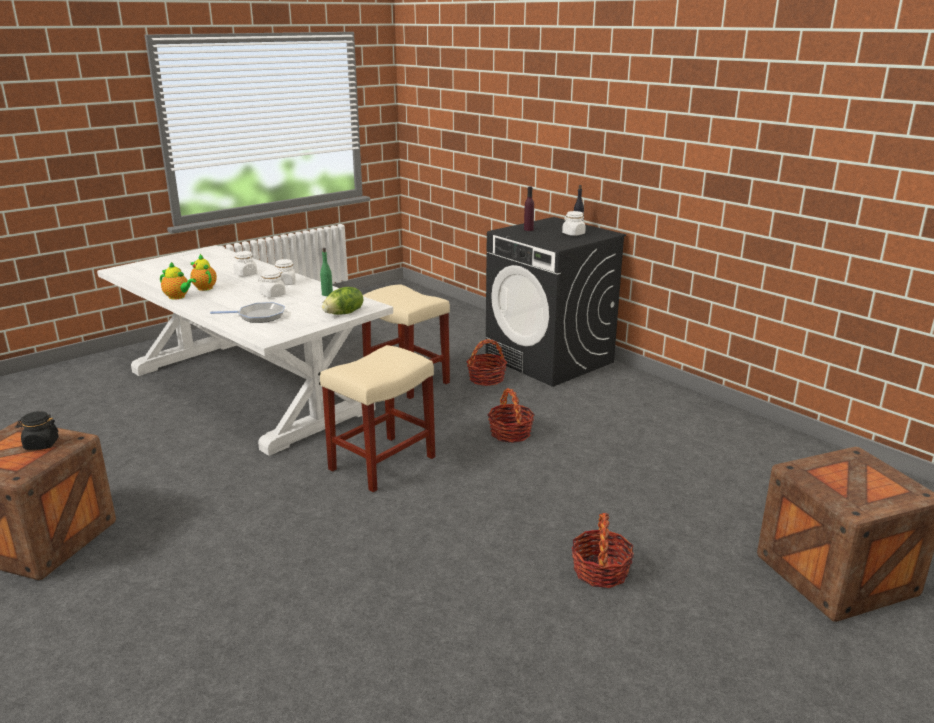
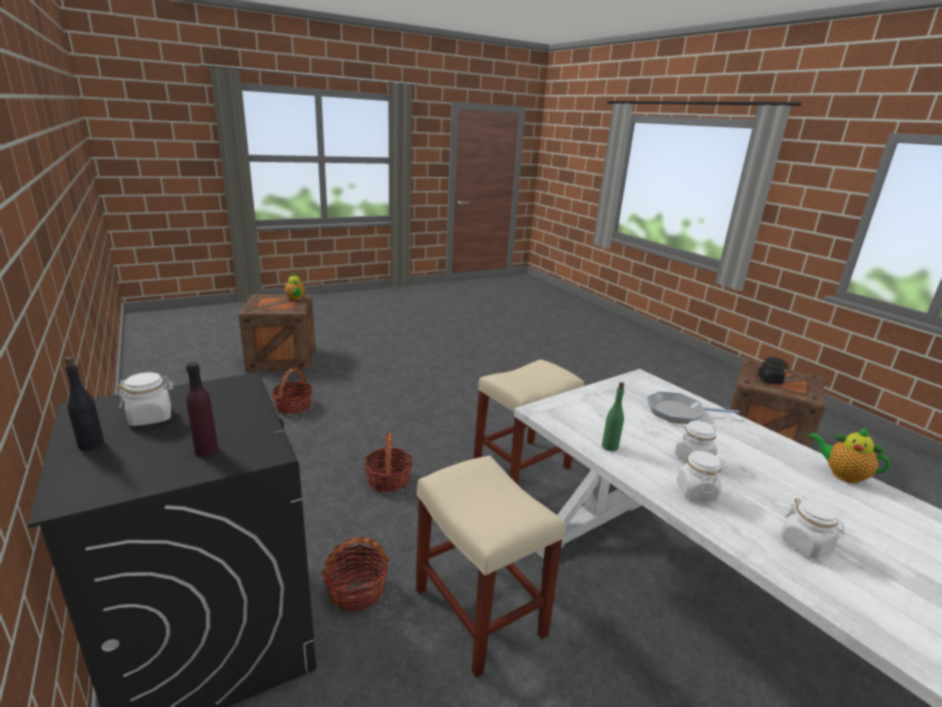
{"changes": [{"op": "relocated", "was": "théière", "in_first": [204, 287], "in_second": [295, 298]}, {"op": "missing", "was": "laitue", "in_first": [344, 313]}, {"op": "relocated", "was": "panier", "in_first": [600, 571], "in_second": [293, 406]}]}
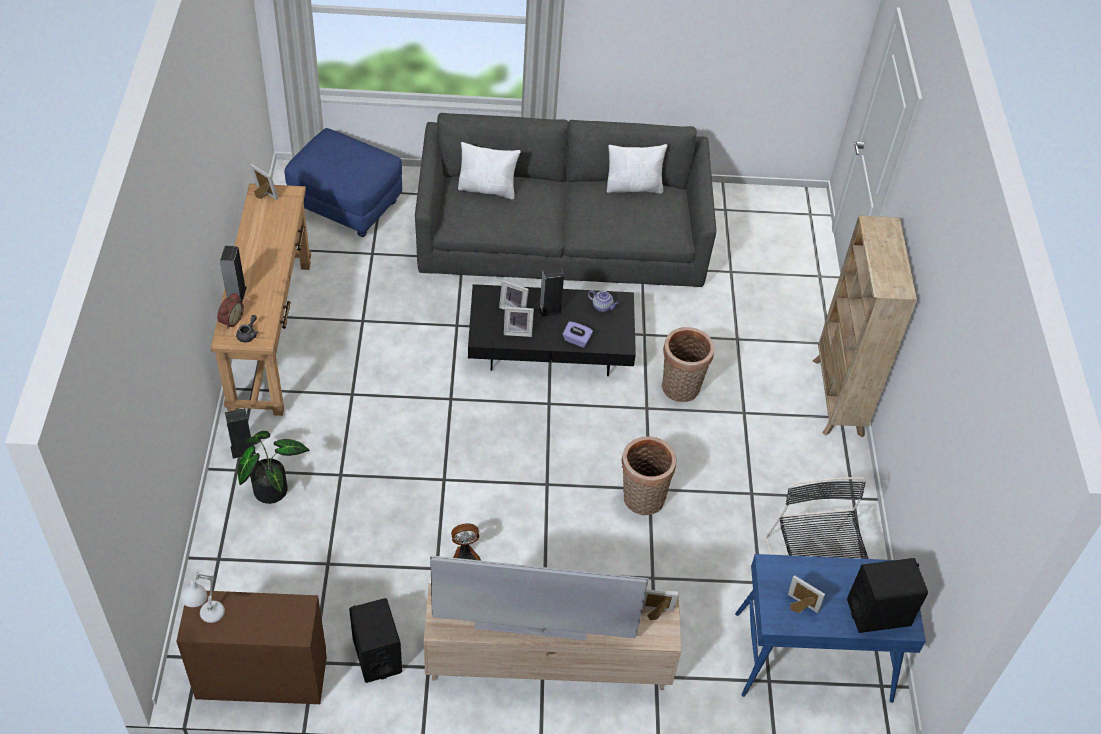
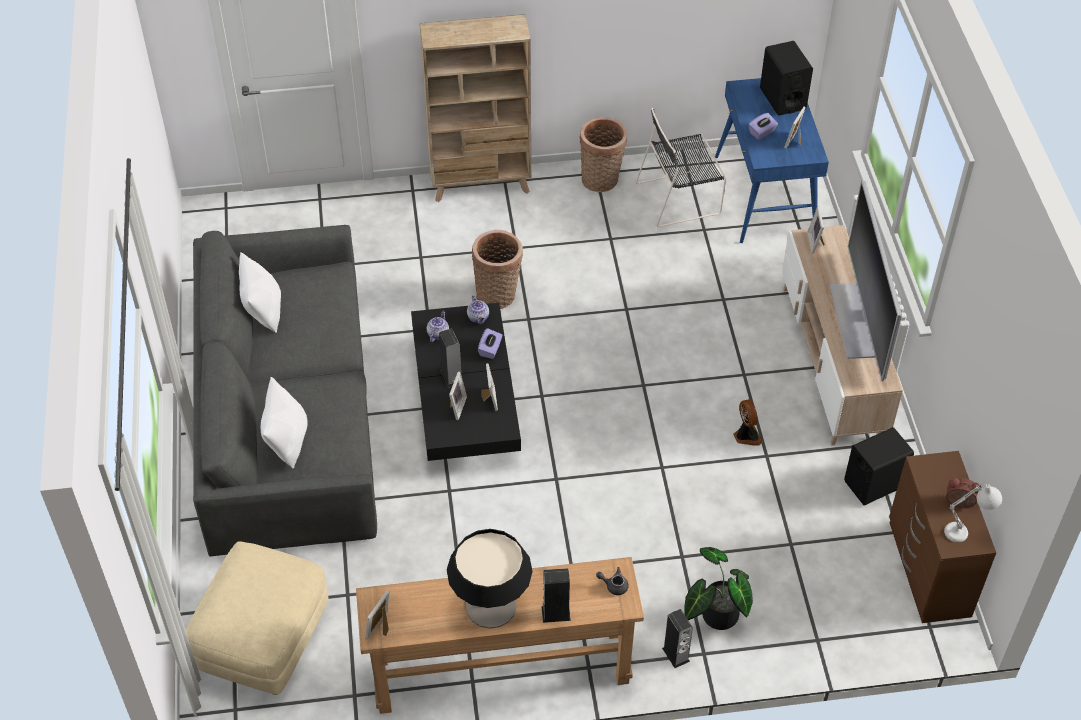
{"changes": [{"op": "colour", "was": "pouf/bleu", "now": "pouf/beige", "in_first": [347, 205], "in_second": [263, 640]}, {"op": "relocated", "was": "réveil", "in_first": [230, 320], "in_second": [959, 503]}, {"op": "relocated", "was": "panier", "in_first": [641, 500], "in_second": [602, 181]}, {"op": "appeared", "now": "boîte à mouchoirs/violet", "in_second": [762, 132]}, {"op": "appeared", "now": "théière", "in_second": [478, 317]}, {"op": "appeared", "now": "lampe de table", "in_second": [490, 606]}]}
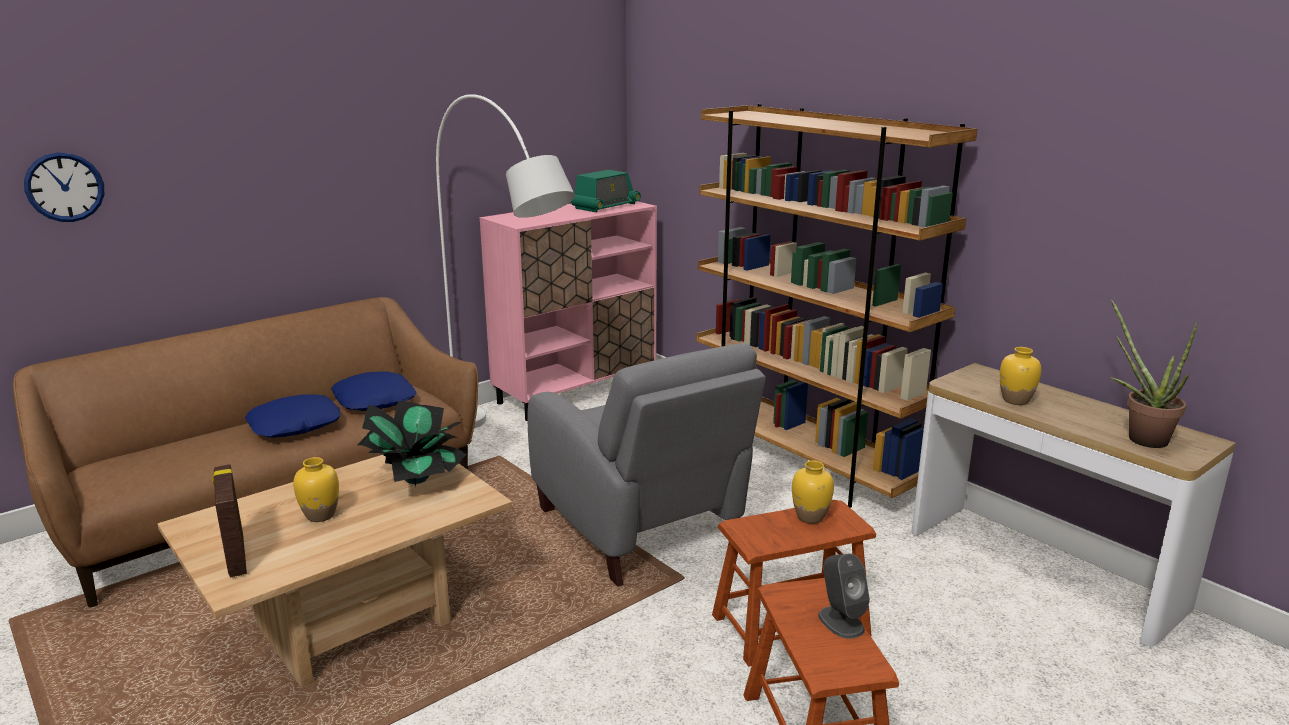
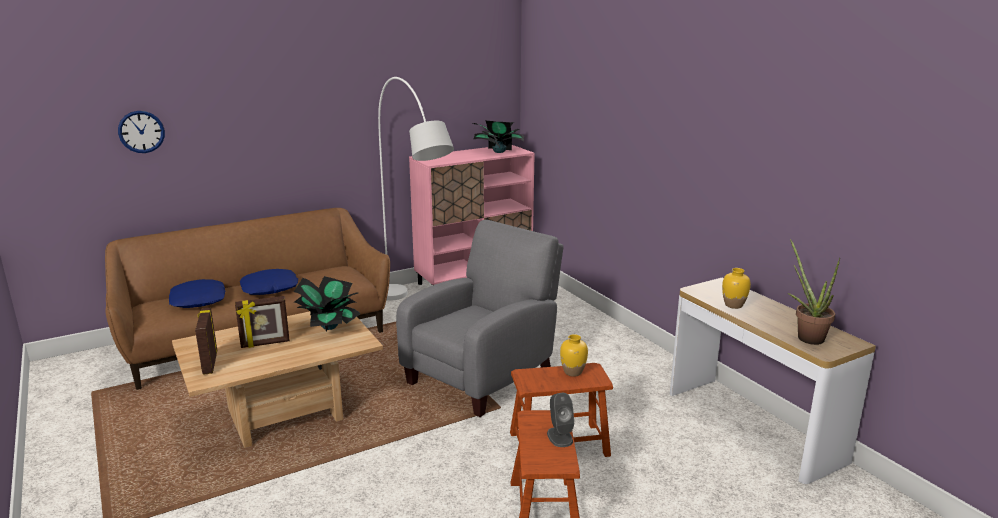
{"changes": [{"op": "missing", "was": "bibliothèque/marron", "in_first": [804, 463]}, {"op": "exchanged", "was": "radio", "now": "plante en pot", "in_first": [605, 206], "in_second": [498, 151]}, {"op": "spun", "was": "fauteuil/gris", "in_first": [641, 530], "in_second": [484, 375], "clockwise": -120}, {"op": "relocated", "was": "coussin/bleu", "in_first": [375, 400], "in_second": [199, 300]}, {"op": "exchanged", "was": "vase/jaune", "now": "cadre photo", "in_first": [320, 515], "in_second": [265, 344]}]}
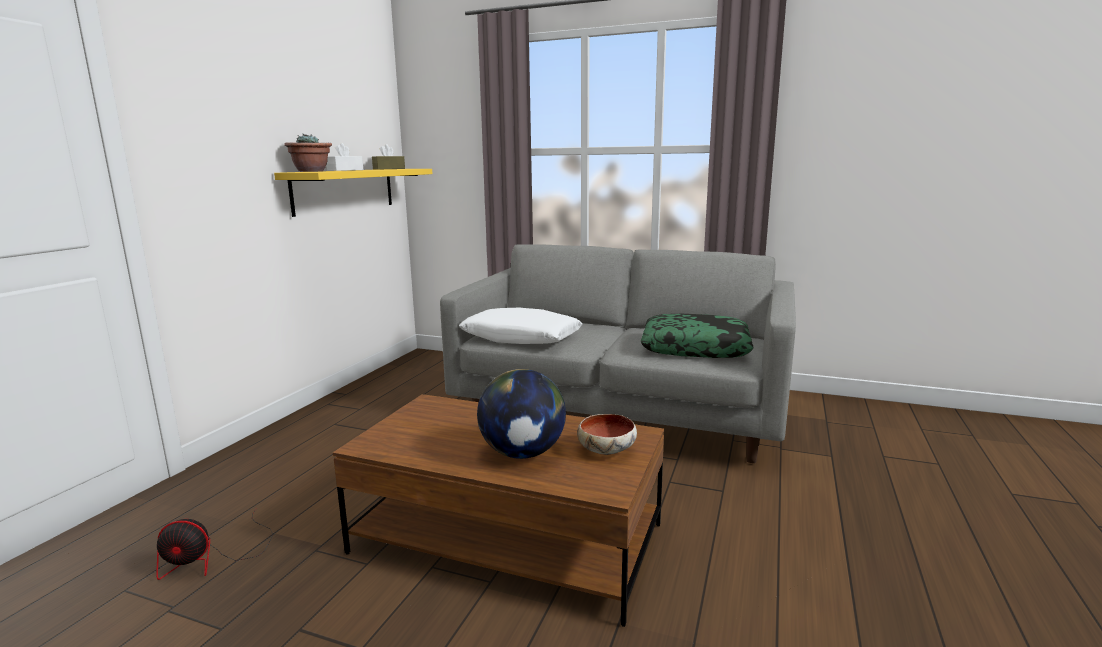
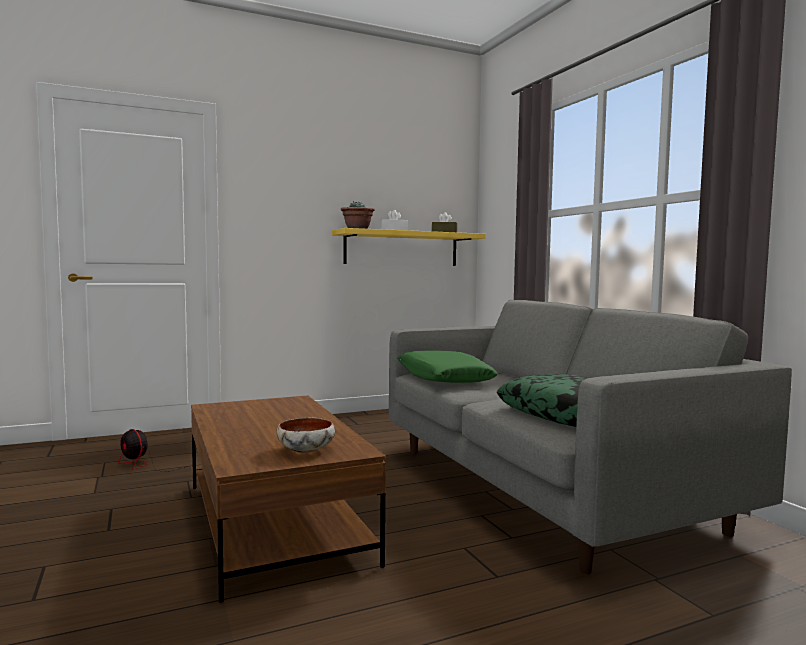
{"changes": [{"op": "colour", "was": "coussin/blanc", "now": "coussin/vert", "in_first": [521, 338], "in_second": [443, 379]}, {"op": "missing", "was": "globe", "in_first": [522, 453]}]}
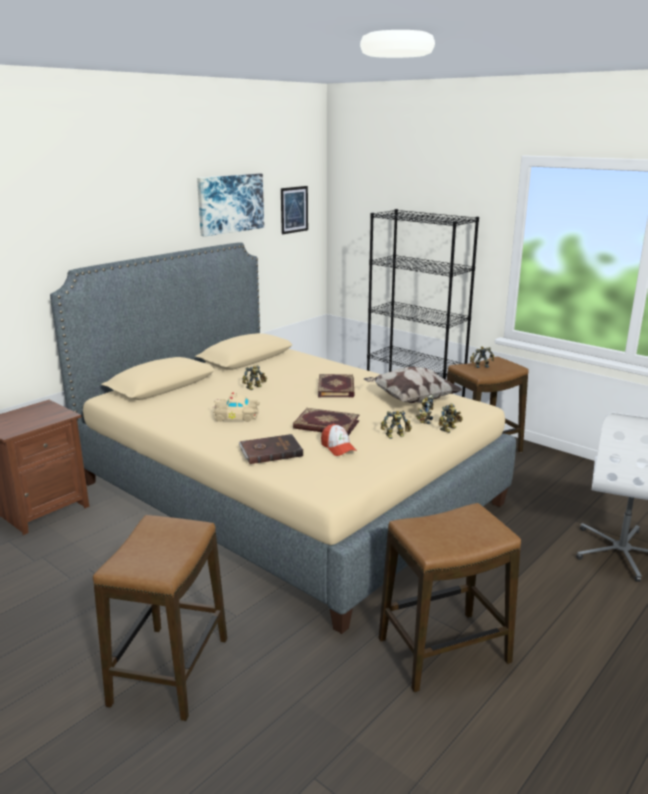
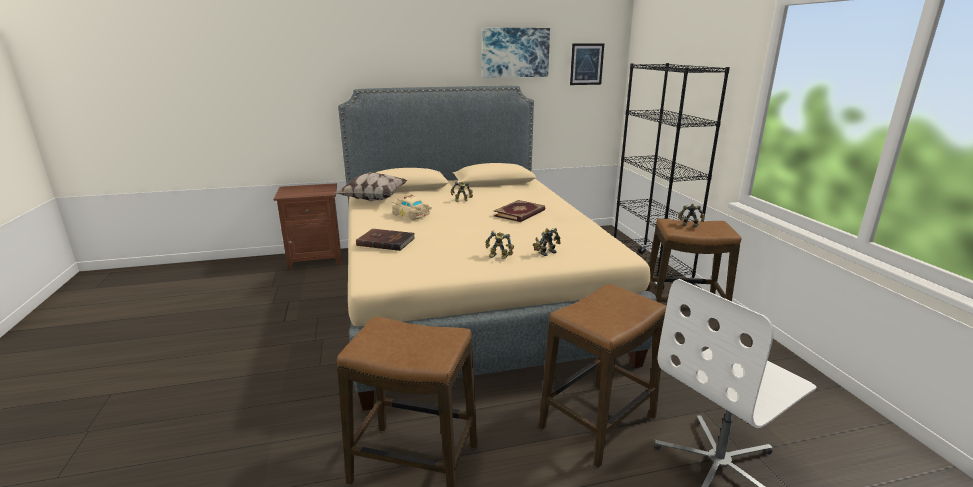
{"changes": [{"op": "relocated", "was": "coussin", "in_first": [410, 399], "in_second": [373, 199]}, {"op": "missing", "was": "robot jouet", "in_first": [449, 429]}, {"op": "missing", "was": "livre", "in_first": [326, 425]}, {"op": "missing", "was": "casquette", "in_first": [338, 448]}, {"op": "relocated", "was": "tabouret", "in_first": [170, 671], "in_second": [598, 422]}]}
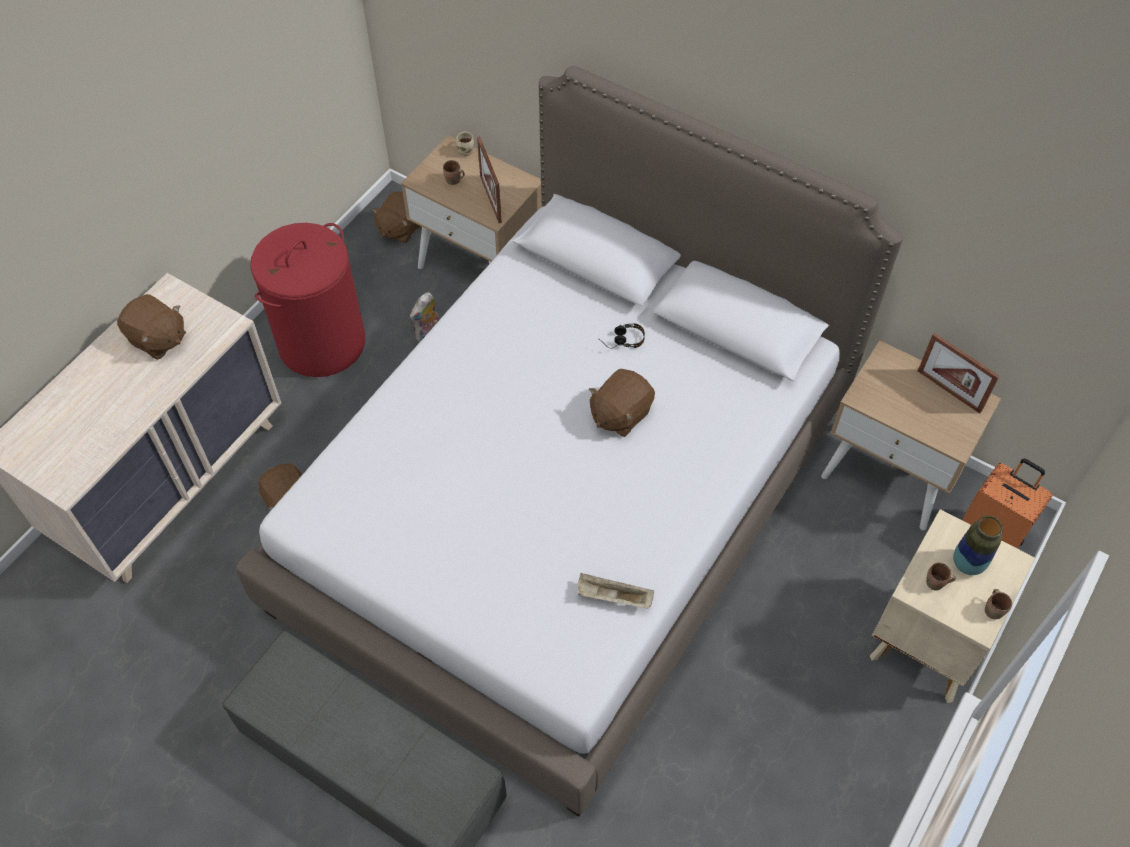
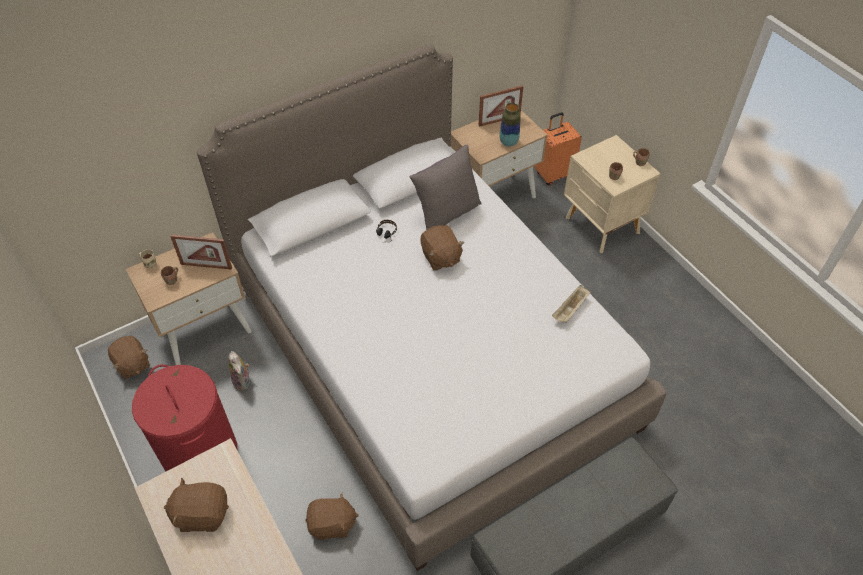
{"changes": [{"op": "spun", "was": "peluche/marron", "in_first": [158, 339], "in_second": [202, 514], "clockwise": -150}, {"op": "relocated", "was": "vase", "in_first": [967, 564], "in_second": [508, 142]}, {"op": "appeared", "now": "coussin/gris", "in_second": [446, 215]}]}
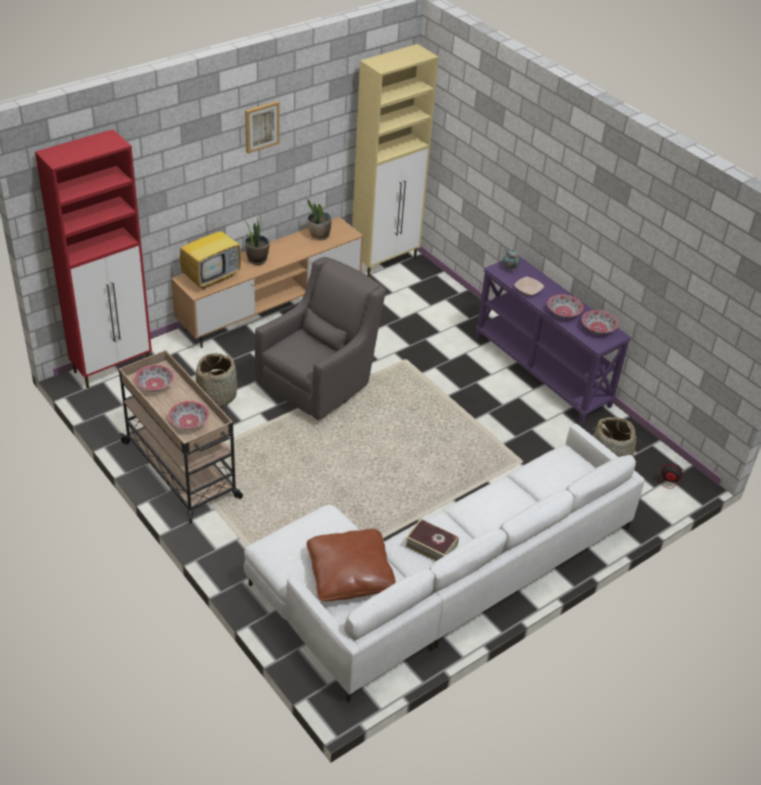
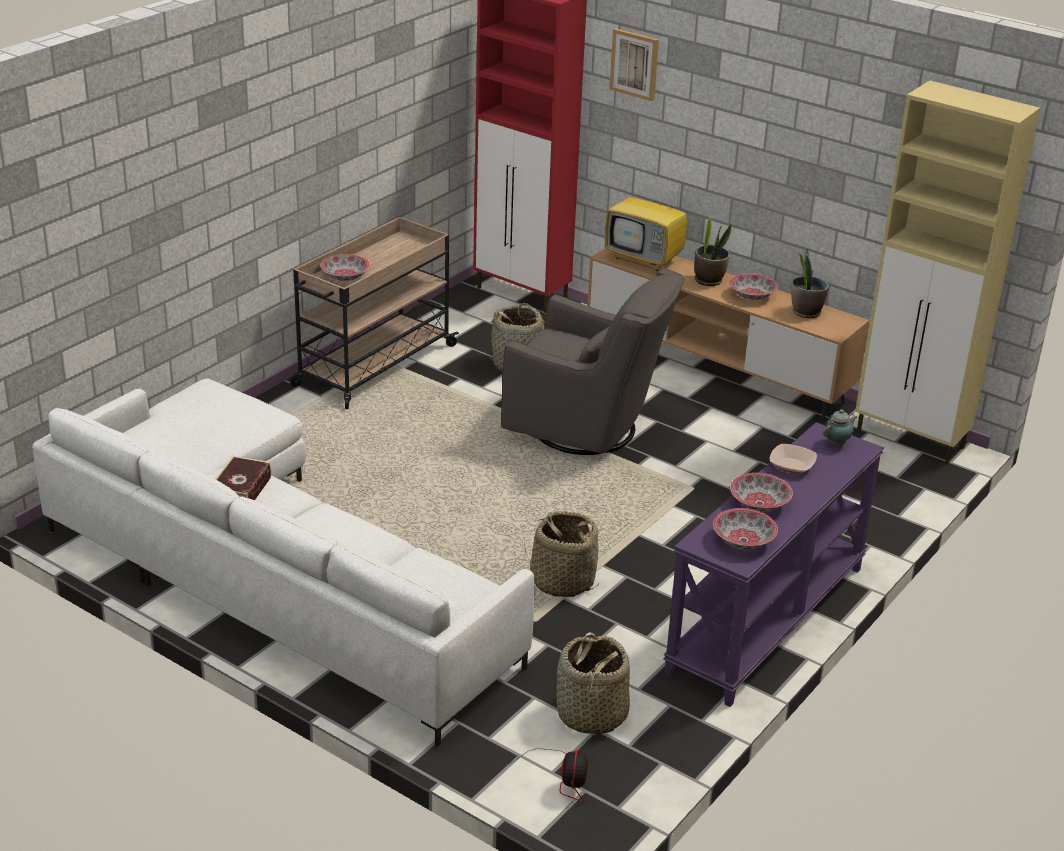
{"changes": [{"op": "relocated", "was": "tableau", "in_first": [261, 126], "in_second": [635, 64]}, {"op": "relocated", "was": "bol", "in_first": [154, 385], "in_second": [751, 295]}, {"op": "missing", "was": "coussin/marron", "in_first": [350, 575]}, {"op": "appeared", "now": "panier", "in_second": [562, 581]}]}
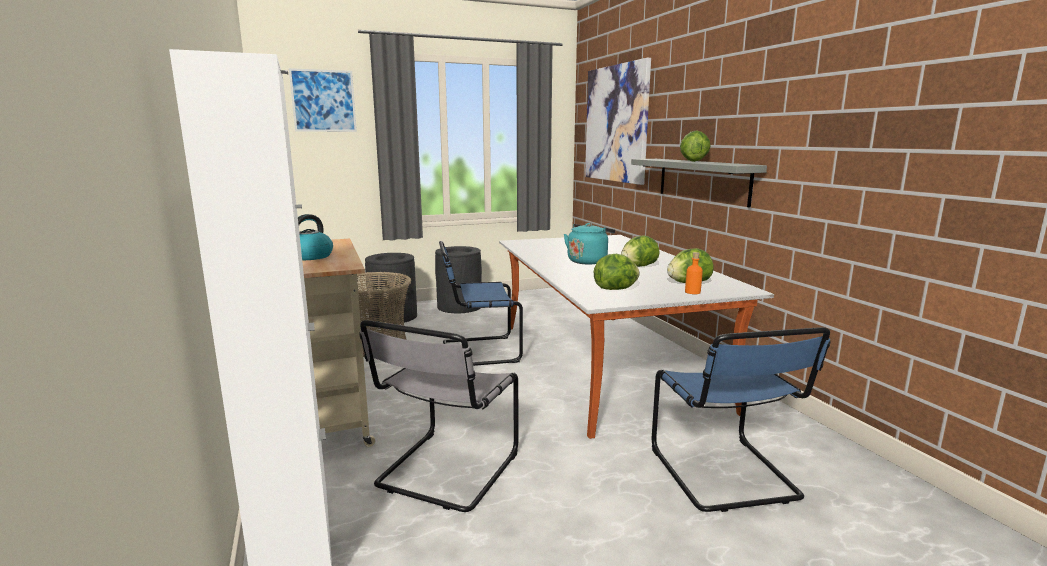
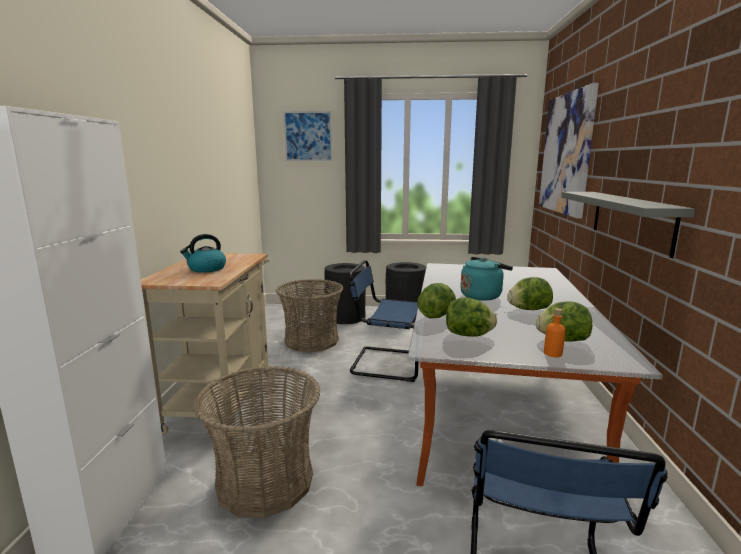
{"changes": [{"op": "relocated", "was": "laitue", "in_first": [693, 161], "in_second": [437, 316]}, {"op": "exchanged", "was": "chaise/gris", "now": "panier", "in_first": [445, 472], "in_second": [264, 481]}]}
